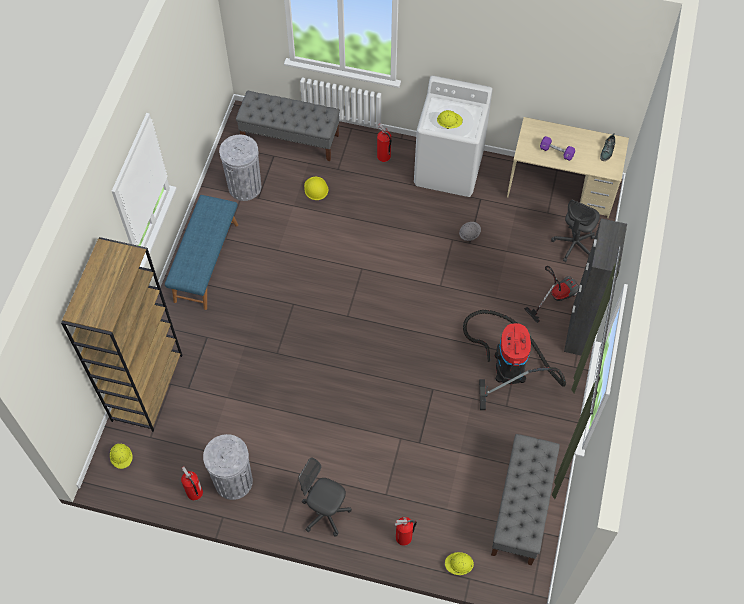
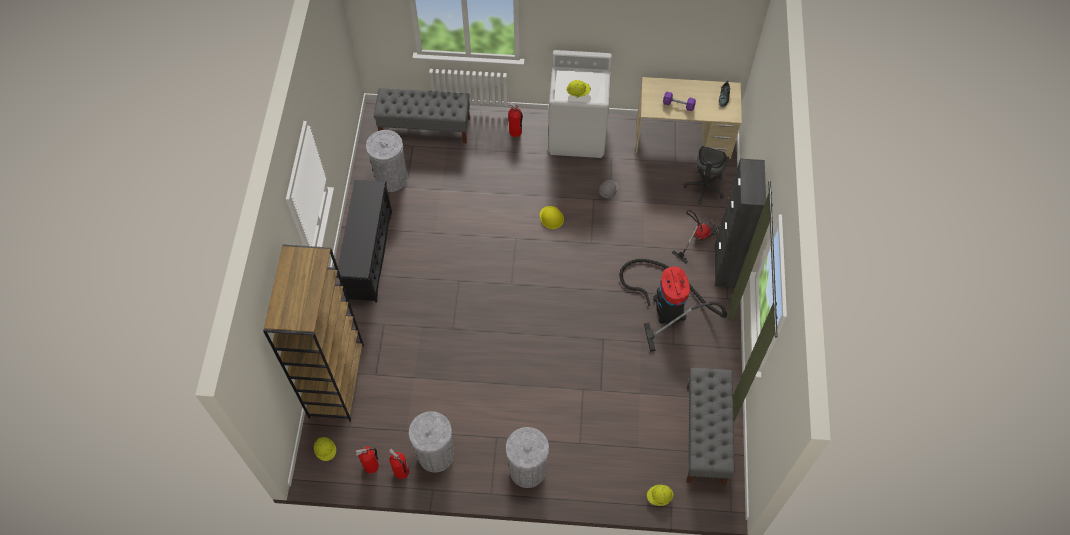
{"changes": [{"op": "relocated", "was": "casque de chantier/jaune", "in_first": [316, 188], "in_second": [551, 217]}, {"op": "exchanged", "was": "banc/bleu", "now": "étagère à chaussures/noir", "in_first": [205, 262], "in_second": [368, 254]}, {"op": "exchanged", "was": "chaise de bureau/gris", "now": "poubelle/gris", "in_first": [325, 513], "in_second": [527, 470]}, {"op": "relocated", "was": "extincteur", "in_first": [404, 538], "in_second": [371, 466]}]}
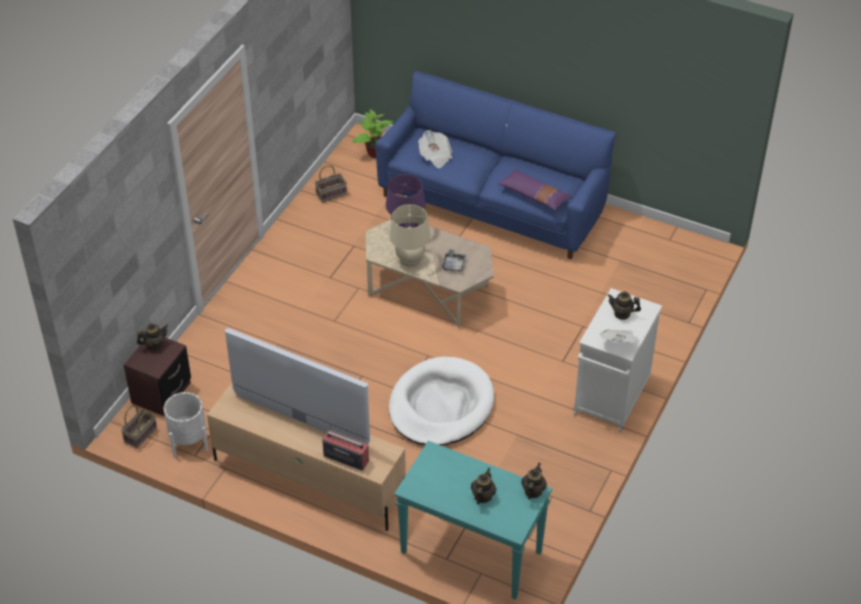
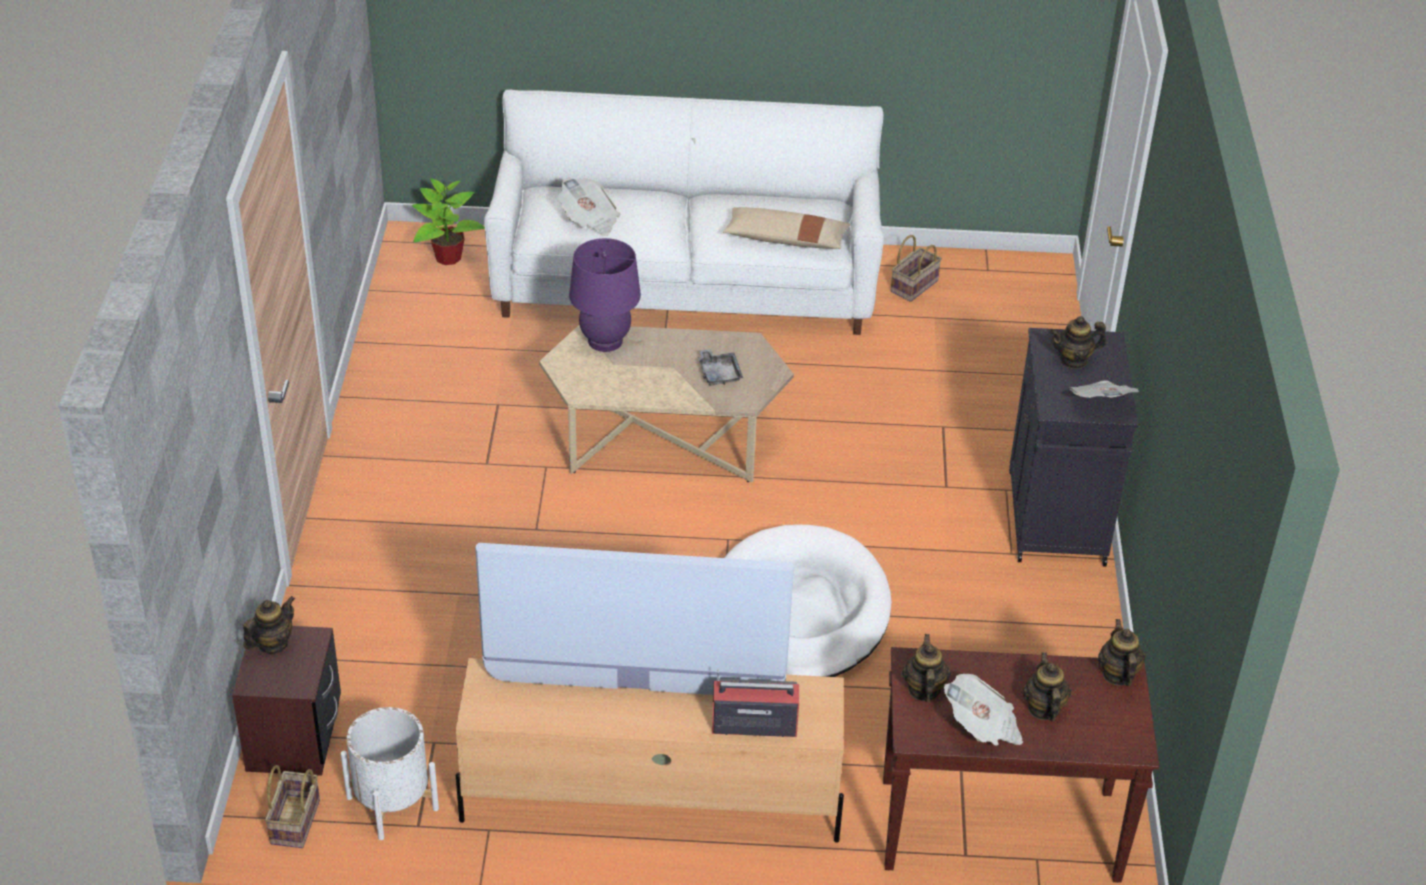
{"changes": [{"op": "colour", "was": "canapé/bleu", "now": "canapé/blanc", "in_first": [492, 204], "in_second": [685, 286]}, {"op": "relocated", "was": "panier", "in_first": [331, 193], "in_second": [914, 285]}, {"op": "colour", "was": "coussin/violet", "now": "coussin/beige", "in_first": [534, 196], "in_second": [786, 239]}, {"op": "missing", "was": "lampe de table/beige", "in_first": [410, 259]}, {"op": "colour", "was": "meuble de rangement/blanc", "now": "meuble de rangement/noir", "in_first": [611, 398], "in_second": [1056, 520]}, {"op": "colour", "was": "table console/turquoise", "now": "table console/marron", "in_first": [470, 552], "in_second": [997, 831]}, {"op": "appeared", "now": "théière", "in_second": [923, 690]}, {"op": "appeared", "now": "journal", "in_second": [982, 727]}]}
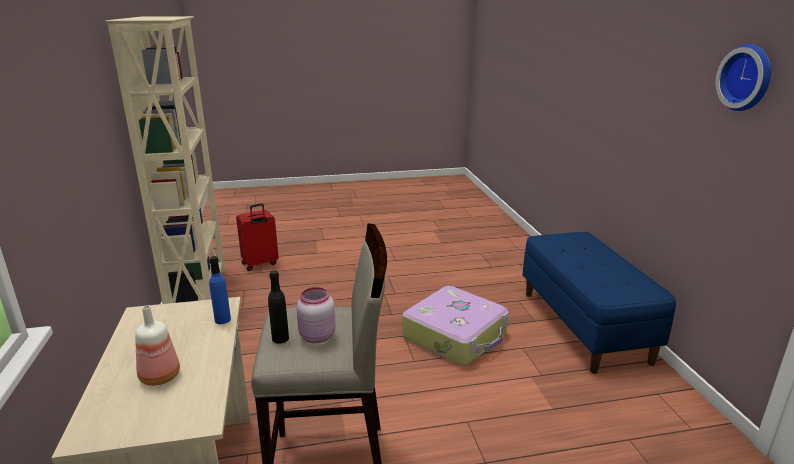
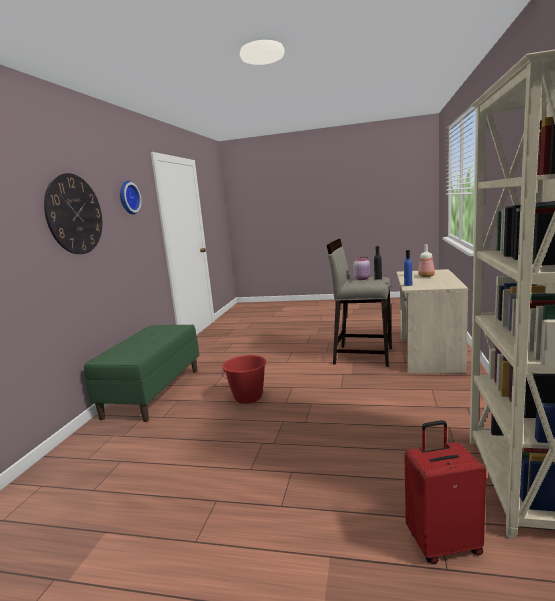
{"changes": [{"op": "colour", "was": "banc/bleu", "now": "banc/vert", "in_first": [584, 326], "in_second": [153, 392]}, {"op": "exchanged", "was": "valise", "now": "seau/rouge", "in_first": [456, 336], "in_second": [248, 397]}, {"op": "appeared", "now": "horloge murale", "in_second": [74, 214]}]}
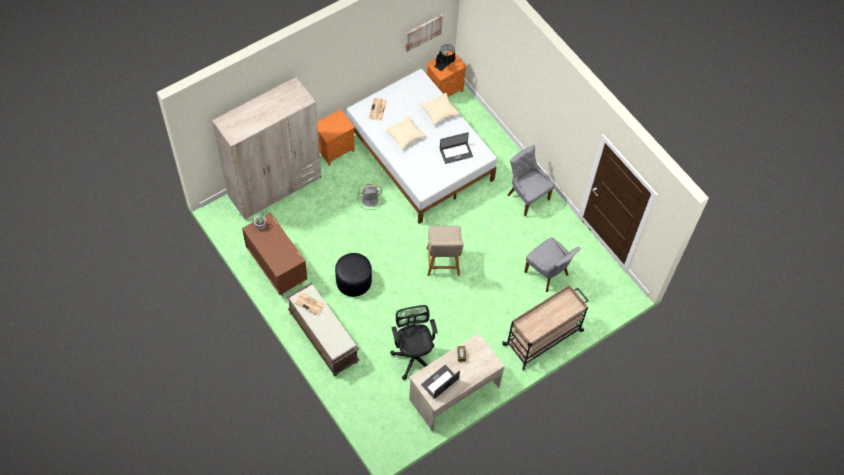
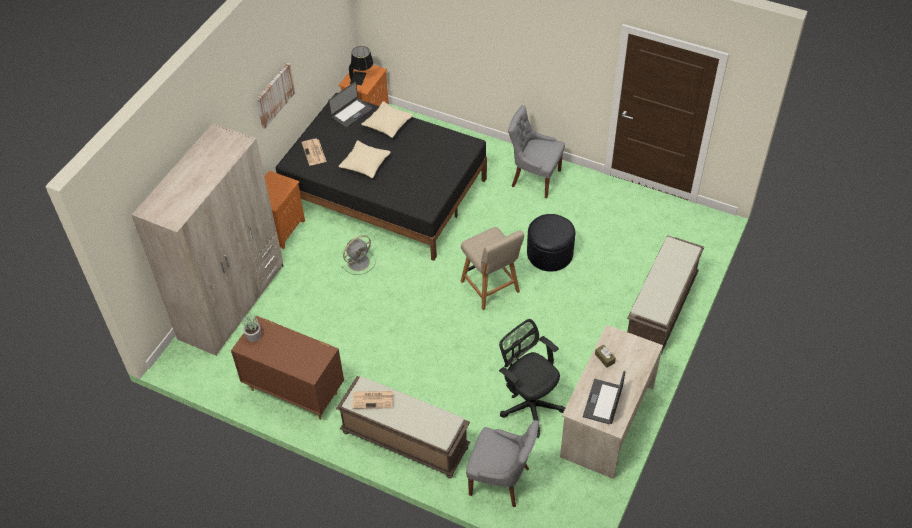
{"changes": [{"op": "relocated", "was": "tableau", "in_first": [423, 32], "in_second": [274, 95]}, {"op": "colour", "was": "lit/blanc", "now": "lit/noir", "in_first": [420, 155], "in_second": [385, 191]}, {"op": "relocated", "was": "ordinateur portable", "in_first": [456, 152], "in_second": [351, 113]}, {"op": "relocated", "was": "chaise/gris", "in_first": [547, 273], "in_second": [501, 481]}, {"op": "relocated", "was": "pouf/noir", "in_first": [353, 281], "in_second": [549, 254]}, {"op": "exchanged", "was": "chariot/beige", "now": "banc/marron", "in_first": [544, 337], "in_second": [661, 310]}]}
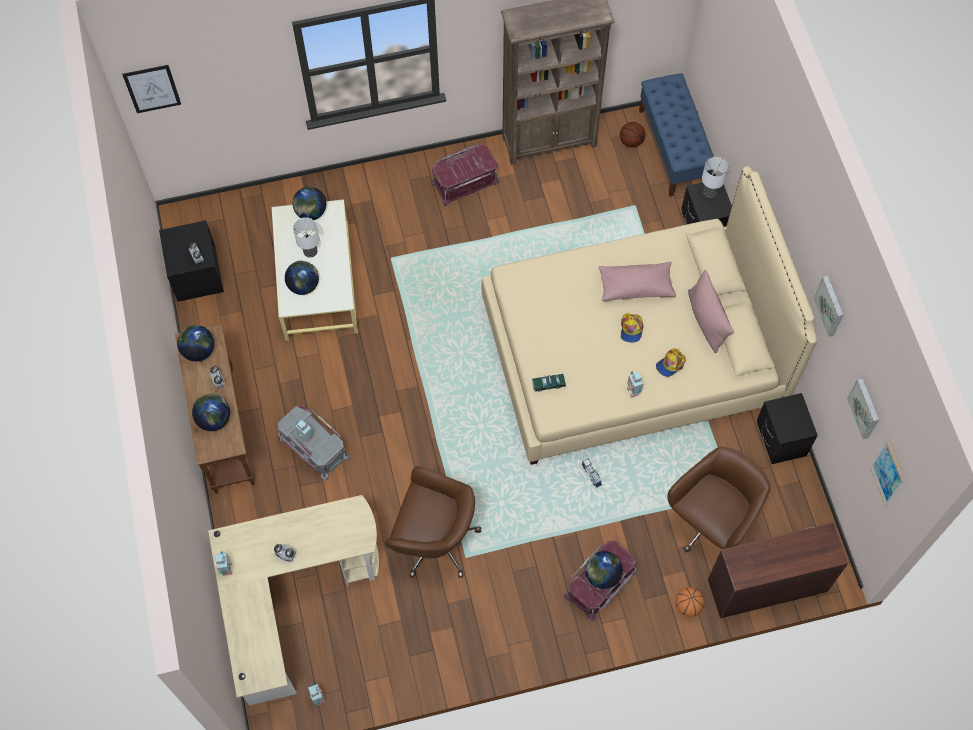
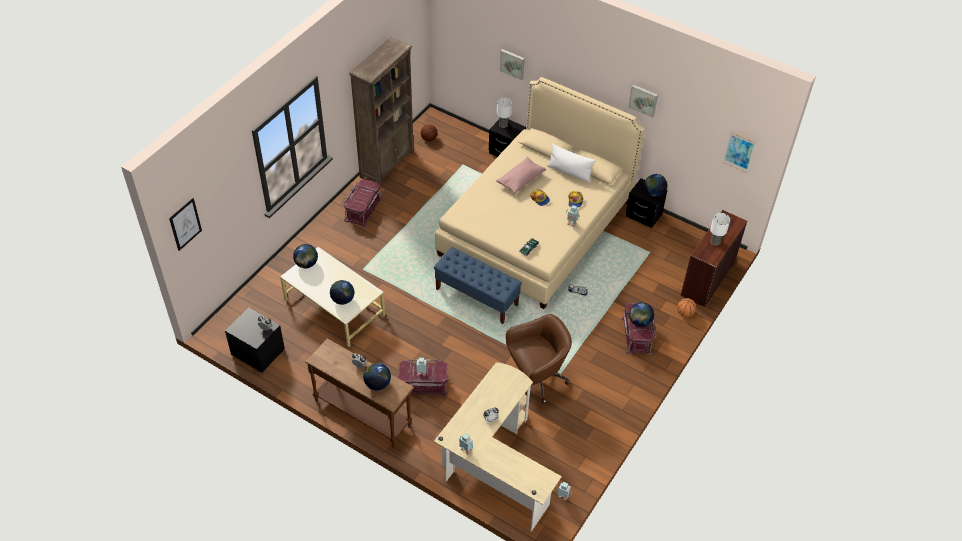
{"changes": [{"op": "relocated", "was": "banc/bleu", "in_first": [672, 149], "in_second": [477, 297]}, {"op": "relocated", "was": "lampe de table", "in_first": [310, 251], "in_second": [715, 241]}, {"op": "colour", "was": "coussin/rose", "now": "coussin/blanc", "in_first": [706, 320], "in_second": [569, 172]}, {"op": "relocated", "was": "globe", "in_first": [198, 350], "in_second": [654, 193]}, {"op": "relocated", "was": "tableau", "in_first": [865, 408], "in_second": [512, 63]}, {"op": "colour", "was": "boîte de rangement/gris", "now": "boîte de rangement/rouge", "in_first": [313, 448], "in_second": [423, 385]}, {"op": "missing", "was": "chaise de bureau/marron", "in_first": [711, 523]}]}
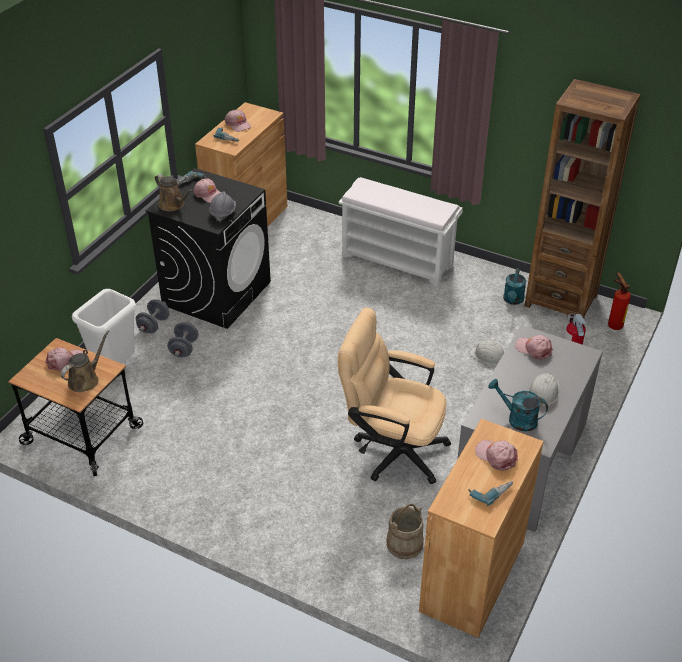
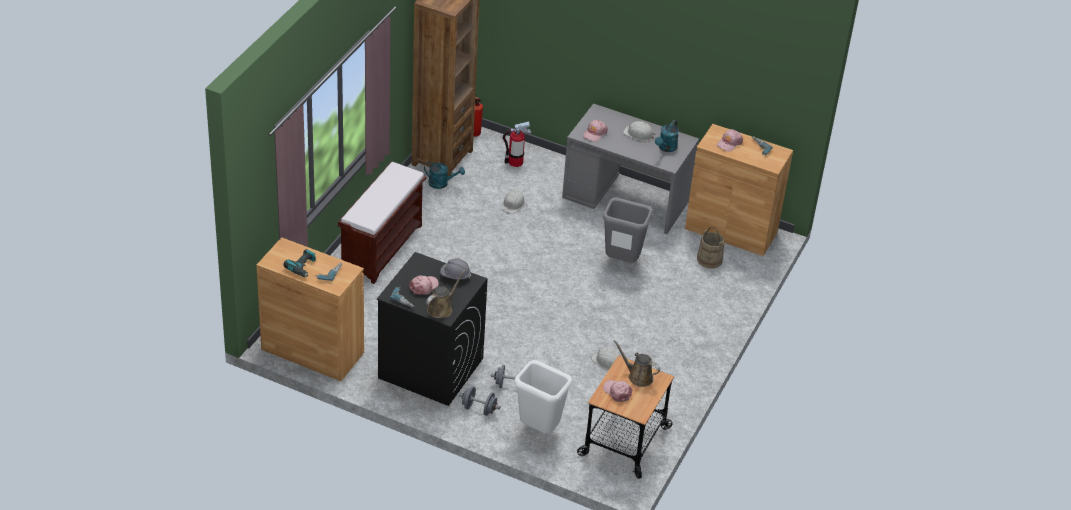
{"changes": [{"op": "exchanged", "was": "casquette/rose", "now": "perceuse", "in_first": [238, 124], "in_second": [303, 267]}, {"op": "colour", "was": "banc/blanc", "now": "banc/marron", "in_first": [398, 260], "in_second": [382, 247]}, {"op": "exchanged", "was": "chaise de bureau/beige", "now": "poubelle/gris", "in_first": [392, 449], "in_second": [621, 261]}, {"op": "appeared", "now": "casque de chantier/blanc", "in_second": [607, 361]}]}
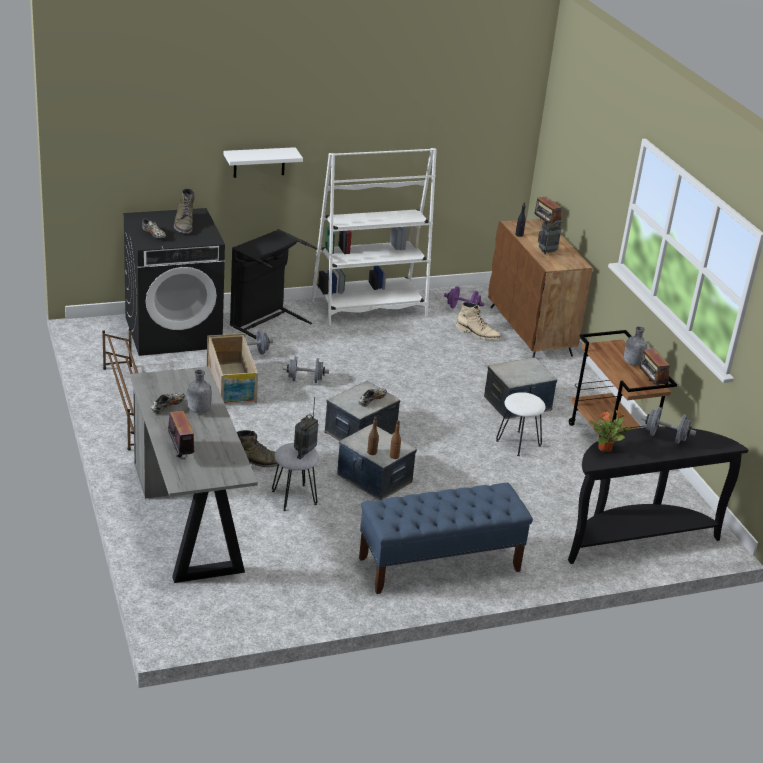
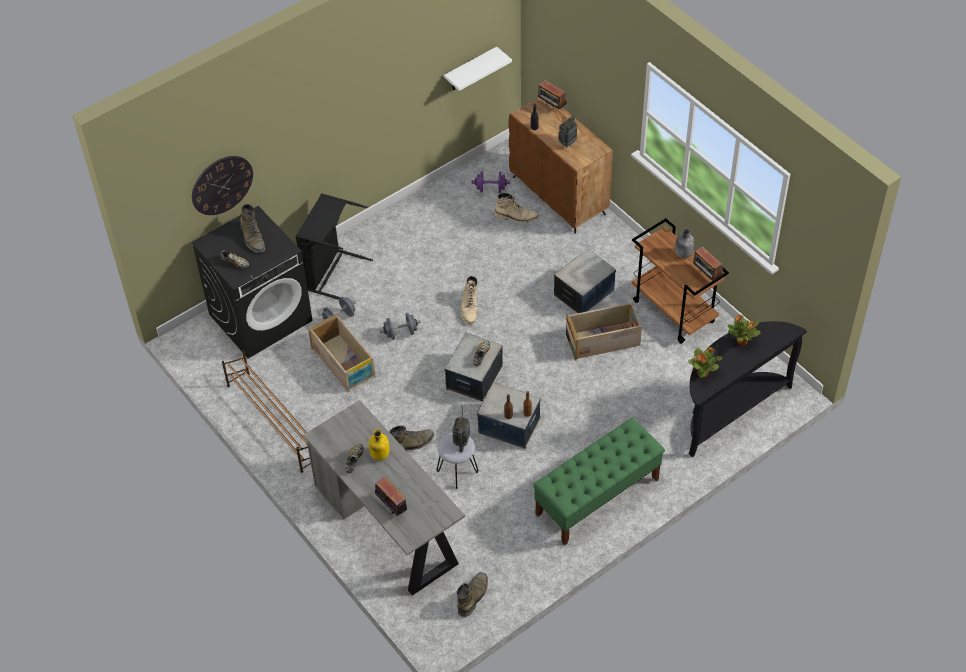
{"changes": [{"op": "relocated", "was": "étagère/blanc", "in_first": [259, 162], "in_second": [470, 70]}, {"op": "missing", "was": "bibliothèque/blanc", "in_first": [369, 308]}, {"op": "colour", "was": "bouteille/gris", "now": "bouteille/jaune", "in_first": [198, 410], "in_second": [379, 455]}, {"op": "exchanged", "was": "tabouret/blanc", "now": "caisse", "in_first": [518, 443], "in_second": [603, 340]}, {"op": "exchanged", "was": "haltère/gris", "now": "plante en pot", "in_first": [665, 437], "in_second": [742, 342]}, {"op": "colour", "was": "banc/bleu", "now": "banc/vert", "in_first": [439, 565], "in_second": [597, 497]}, {"op": "appeared", "now": "horloge murale", "in_second": [222, 185]}, {"op": "appeared", "now": "botte/beige", "in_second": [469, 308]}, {"op": "appeared", "now": "botte/vert", "in_second": [473, 596]}]}
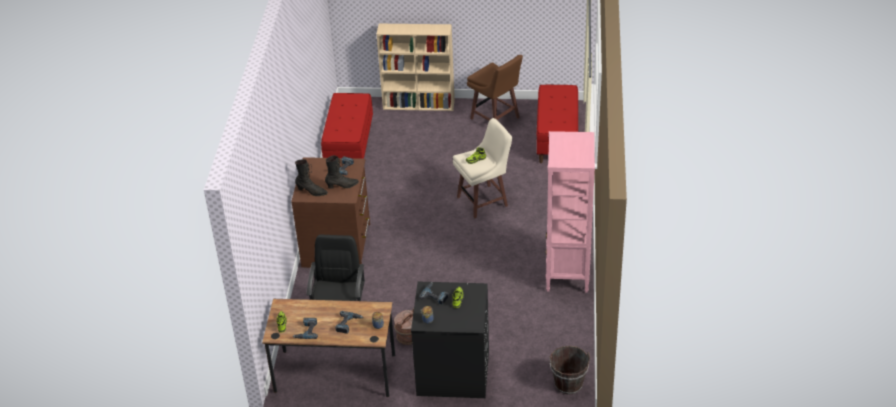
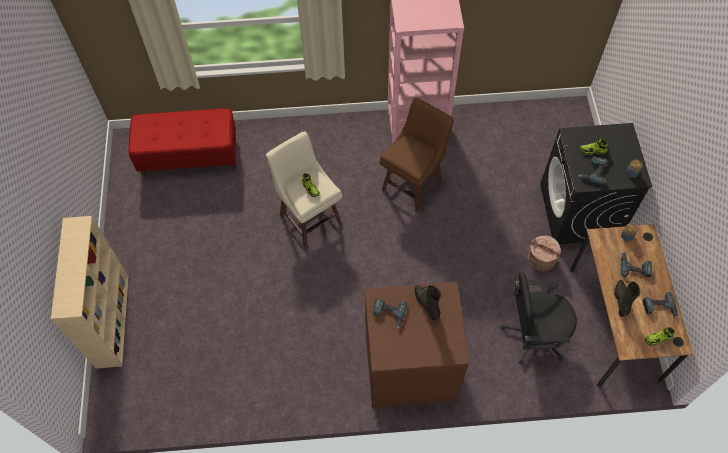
{"changes": [{"op": "relocated", "was": "tabouret/marron", "in_first": [495, 119], "in_second": [413, 185]}, {"op": "missing", "was": "banc/rouge", "in_first": [349, 147]}, {"op": "relocated", "was": "botte/noir", "in_first": [312, 192], "in_second": [621, 300]}, {"op": "missing", "was": "seau/marron", "in_first": [568, 384]}]}
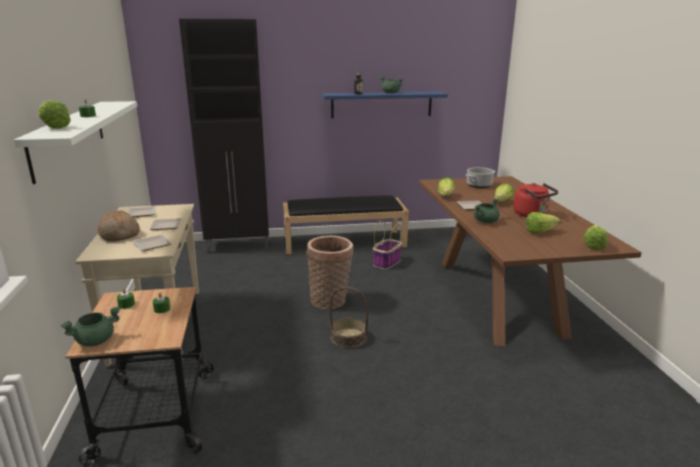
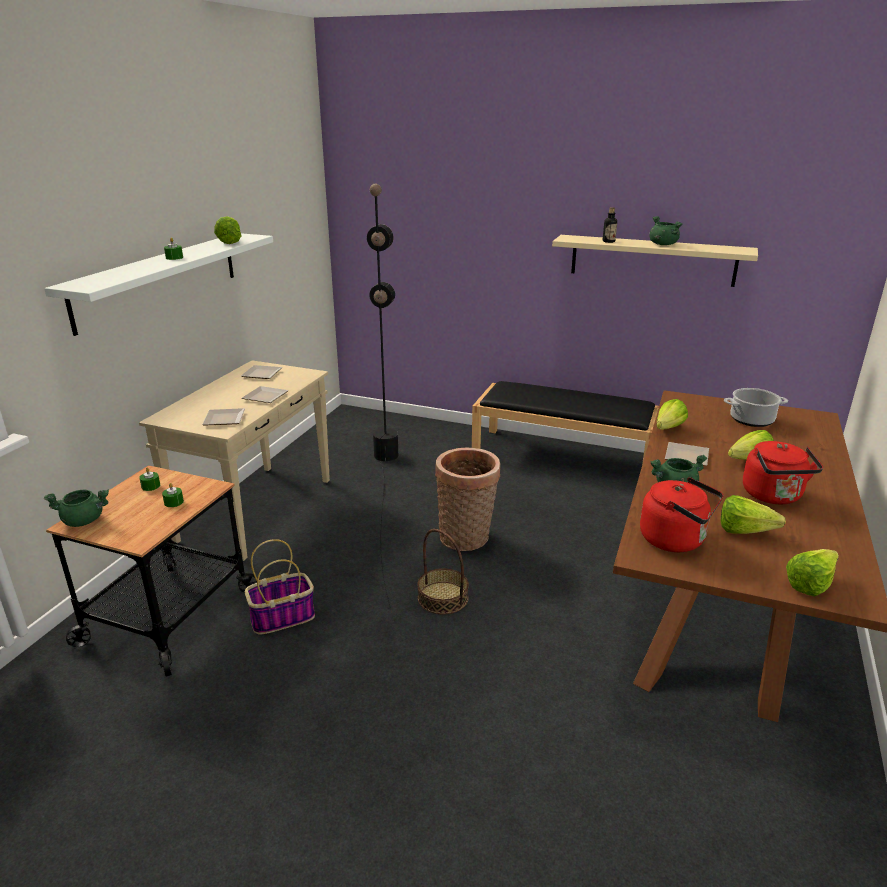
{"changes": [{"op": "missing", "was": "meuble de rangement/noir", "in_first": [239, 246]}, {"op": "colour", "was": "étagère/bleu", "now": "étagère/beige", "in_first": [381, 104], "in_second": [652, 260]}, {"op": "relocated", "was": "laitue", "in_first": [54, 126], "in_second": [230, 241]}, {"op": "missing", "was": "pain", "in_first": [119, 235]}, {"op": "relocated", "was": "panier", "in_first": [387, 262], "in_second": [283, 617]}, {"op": "appeared", "now": "lampadaire/noir", "in_second": [385, 489]}, {"op": "appeared", "now": "bouilloire/rouge", "in_second": [676, 540]}]}
